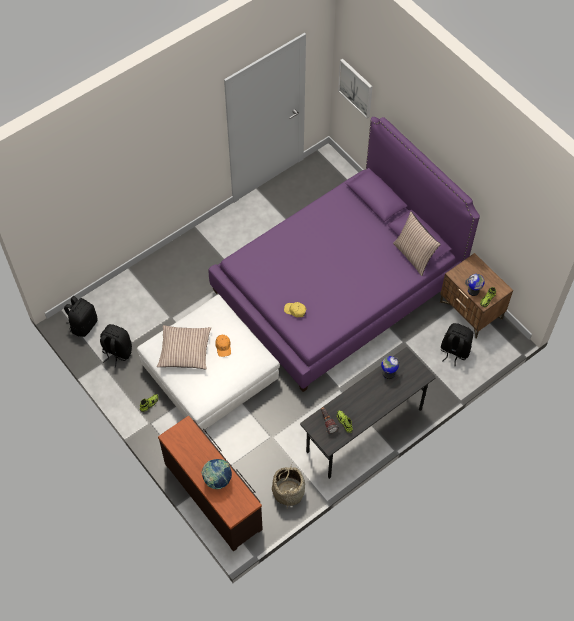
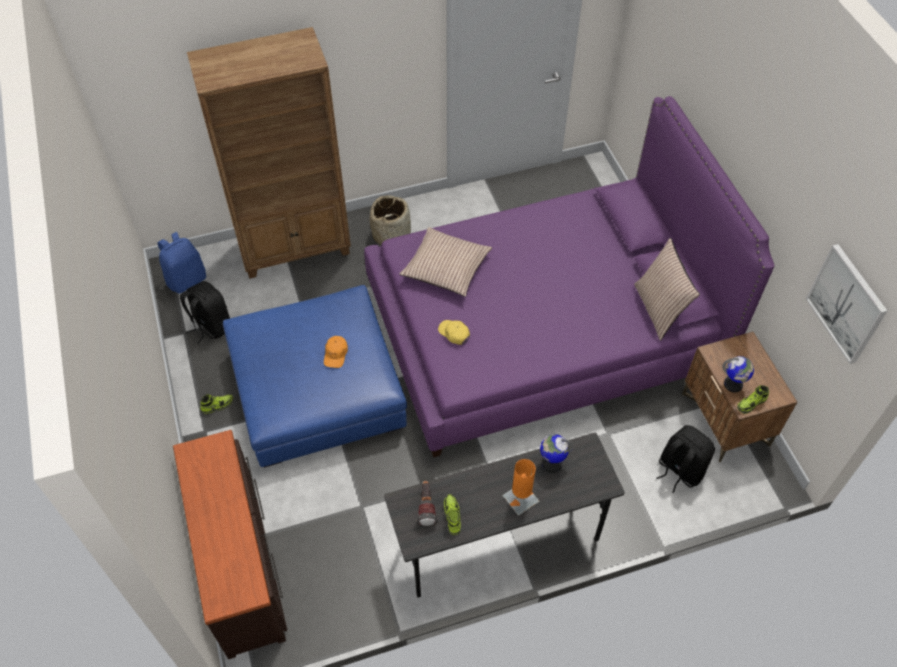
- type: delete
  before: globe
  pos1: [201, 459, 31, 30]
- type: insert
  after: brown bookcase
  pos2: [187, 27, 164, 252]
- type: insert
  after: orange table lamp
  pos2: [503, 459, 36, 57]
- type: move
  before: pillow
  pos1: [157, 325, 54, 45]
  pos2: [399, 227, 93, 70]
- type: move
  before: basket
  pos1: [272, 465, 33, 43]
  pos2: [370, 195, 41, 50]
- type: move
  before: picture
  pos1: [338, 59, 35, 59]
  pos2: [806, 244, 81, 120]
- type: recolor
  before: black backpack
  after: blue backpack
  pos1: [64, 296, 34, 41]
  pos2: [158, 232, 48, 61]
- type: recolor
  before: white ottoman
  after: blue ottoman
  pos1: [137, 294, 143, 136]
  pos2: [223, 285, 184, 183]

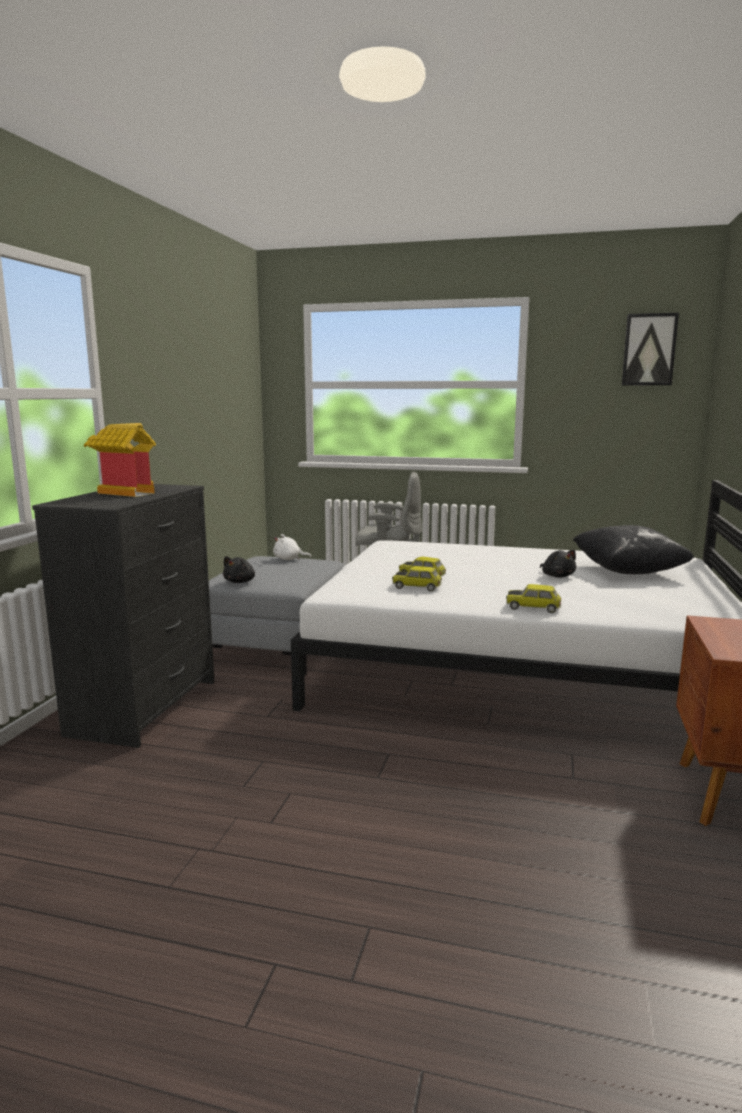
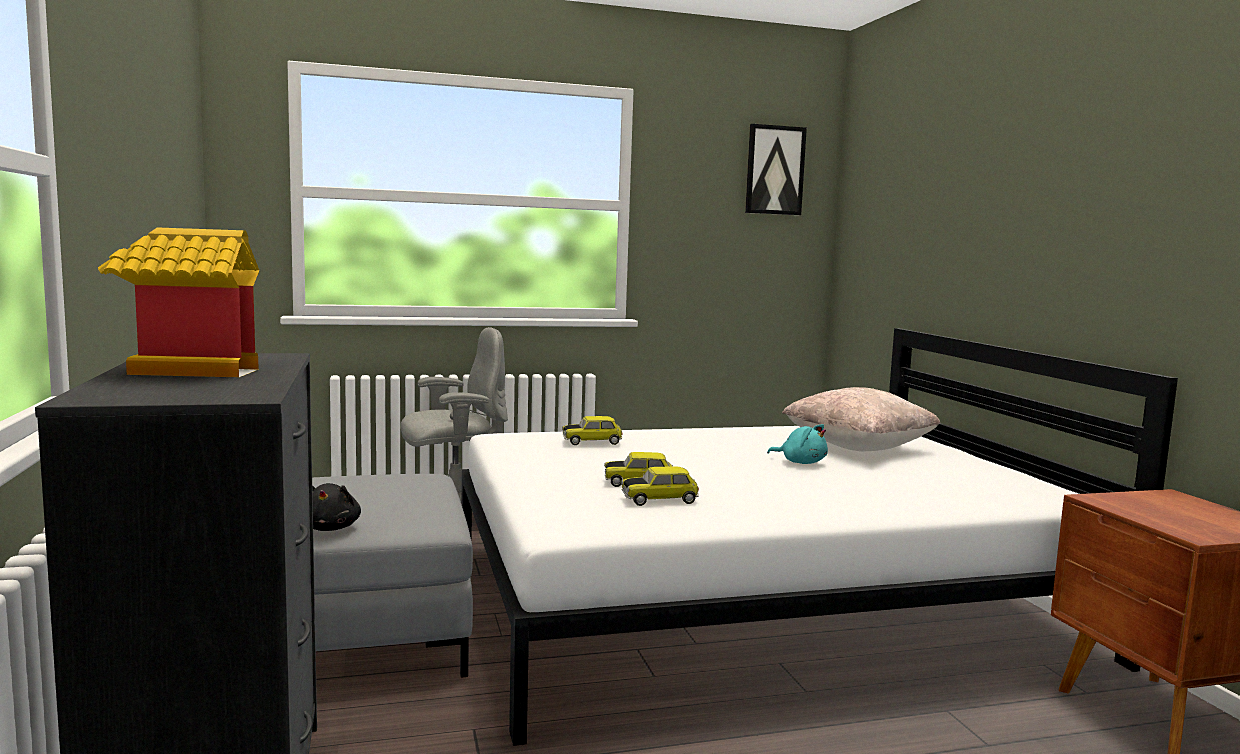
- type: delete
  before: white plush toy
  pos1: [273, 534, 39, 26]
- type: move
  before: toy car
  pos1: [506, 584, 55, 29]
  pos2: [562, 416, 61, 29]
- type: recolor
  before: black plush toy
  after: turquoise plush toy
  pos1: [540, 550, 36, 27]
  pos2: [767, 424, 61, 40]
- type: recolor
  before: black pillow
  after: beige pillow
  pos1: [573, 525, 121, 49]
  pos2: [782, 387, 159, 64]

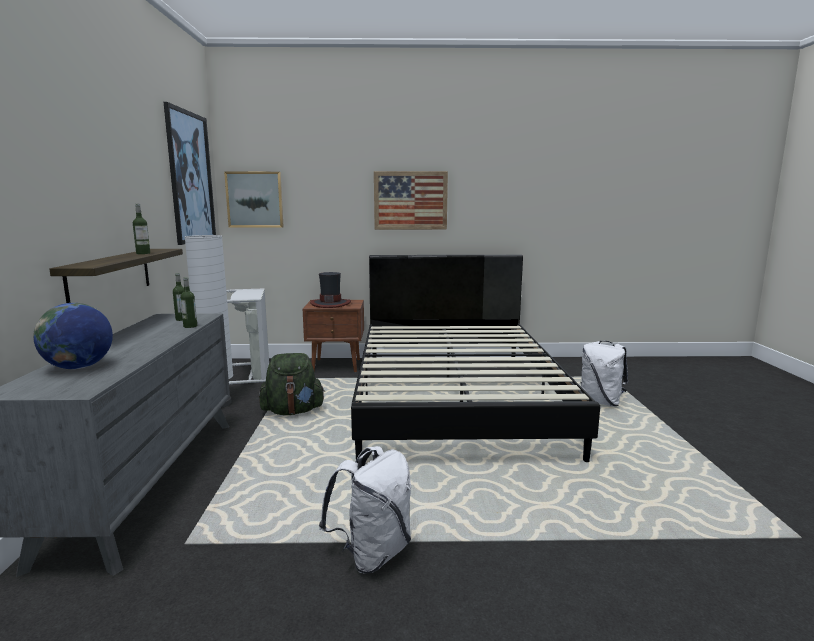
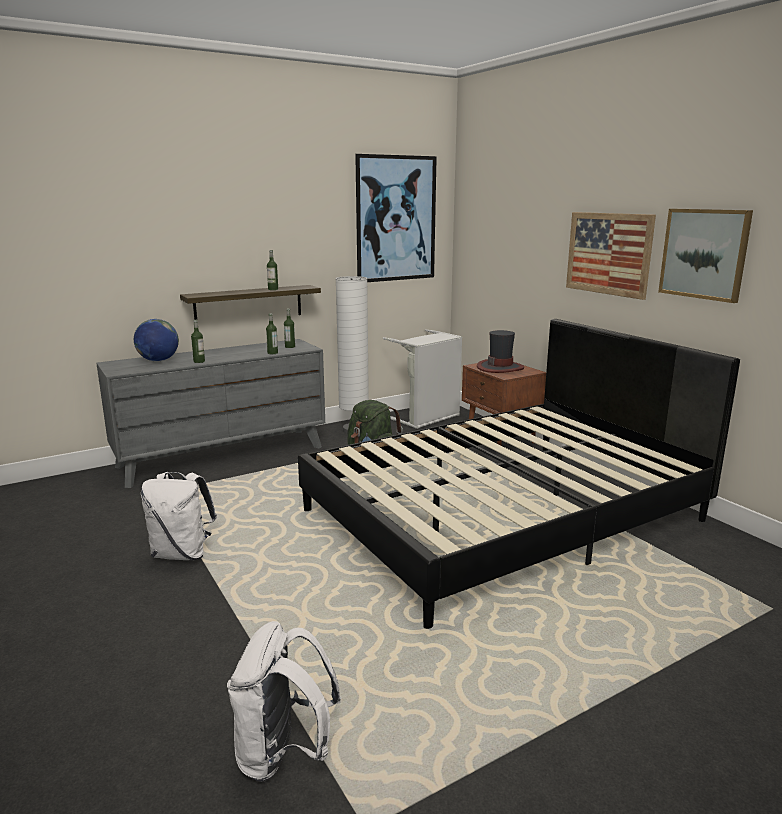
- type: insert
  after: bottle
  pos2: [191, 320, 14, 43]
- type: move
  before: picture
  pos1: [224, 172, 60, 56]
  pos2: [658, 209, 95, 94]
- type: move
  before: white backpack
  pos1: [580, 340, 48, 66]
  pos2: [227, 621, 114, 161]

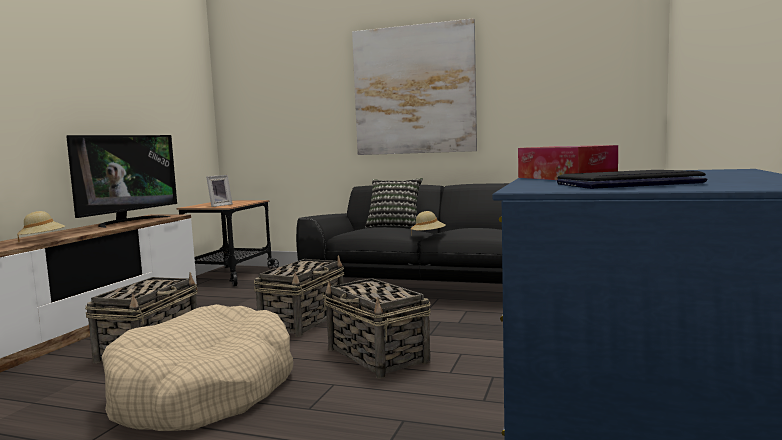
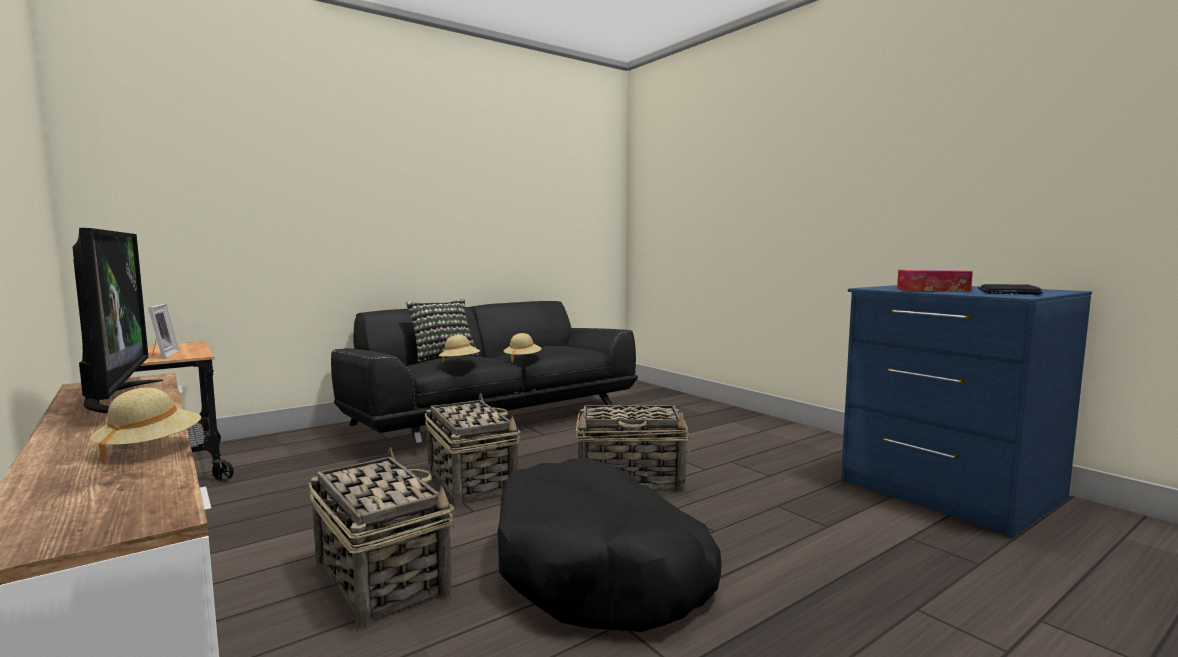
- type: delete
  before: picture
  pos1: [352, 18, 125, 137]
- type: insert
  after: beige hat
  pos2: [439, 335, 41, 27]
- type: recolor
  before: beige dog bed
  after: black dog bed
  pos1: [102, 304, 191, 127]
  pos2: [497, 458, 225, 174]

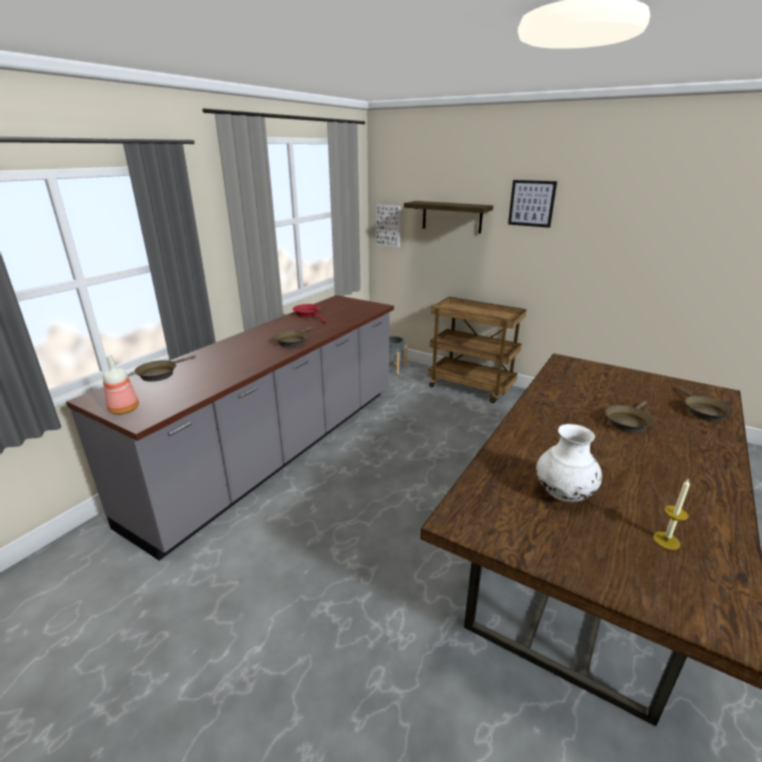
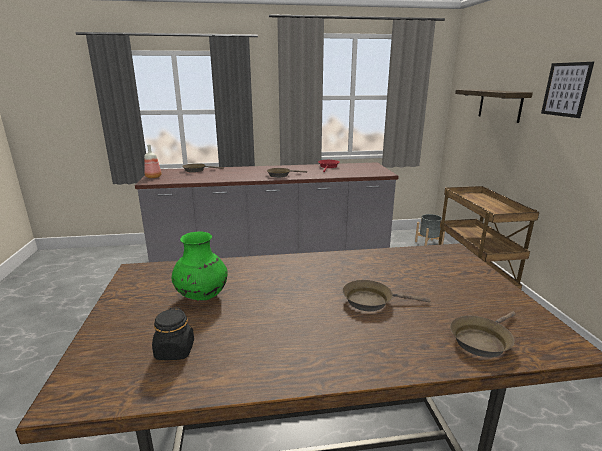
- type: delete
  before: picture
  pos1: [376, 205, 25, 43]
- type: replace
  before: candle
  after: black jar
  pos1: [653, 478, 37, 72]
  pos2: [152, 308, 42, 52]
- type: recolor
  before: white vase
  after: green vase
  pos1: [536, 424, 66, 78]
  pos2: [171, 232, 56, 69]

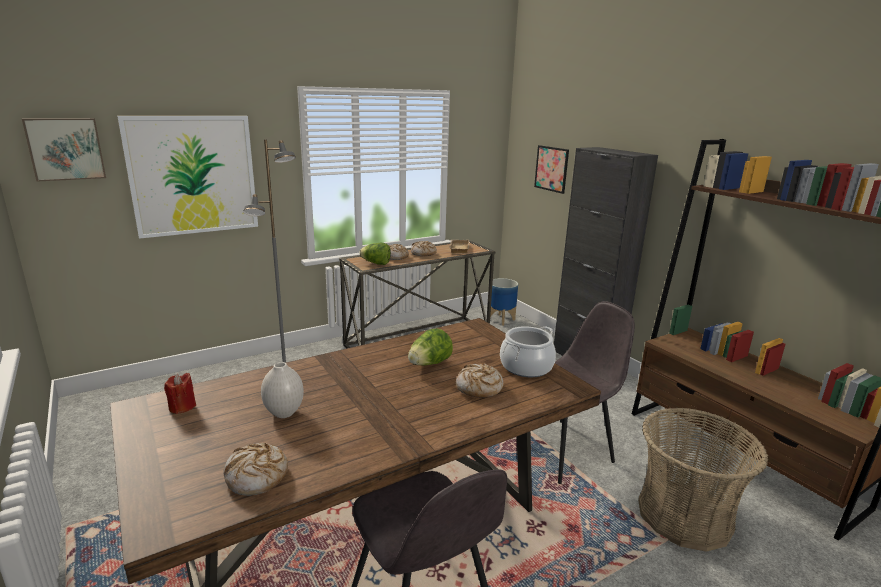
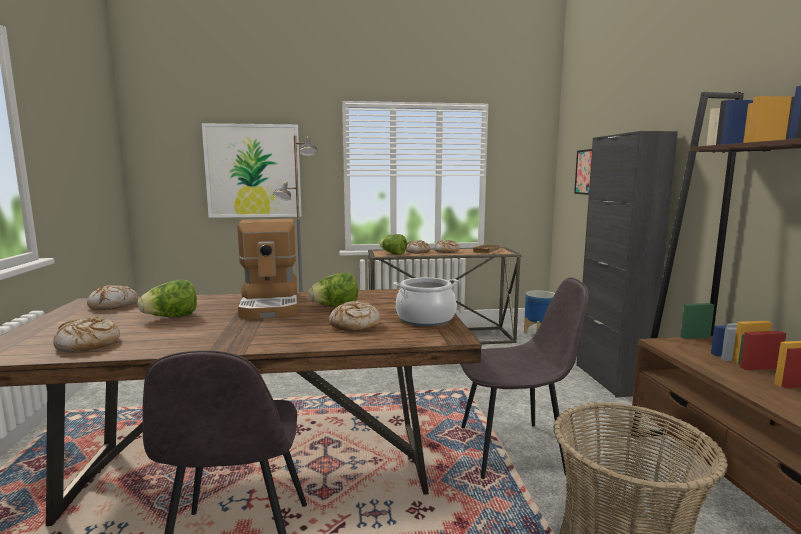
- type: delete
  before: picture
  pos1: [22, 118, 84, 64]
- type: insert
  after: coffee machine
  pos2: [237, 219, 61, 100]
- type: replace
  before: red candle
  after: bread
  pos1: [164, 373, 32, 41]
  pos2: [87, 285, 51, 25]
- type: replace
  before: white vase
  after: lettuce
  pos1: [261, 362, 43, 56]
  pos2: [138, 280, 59, 37]

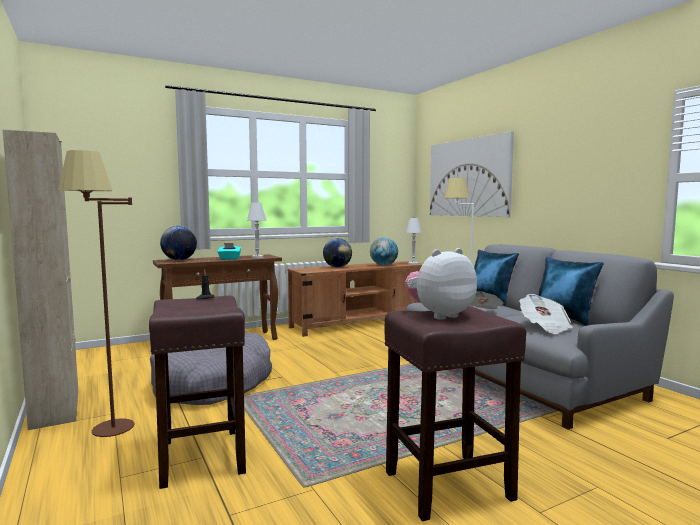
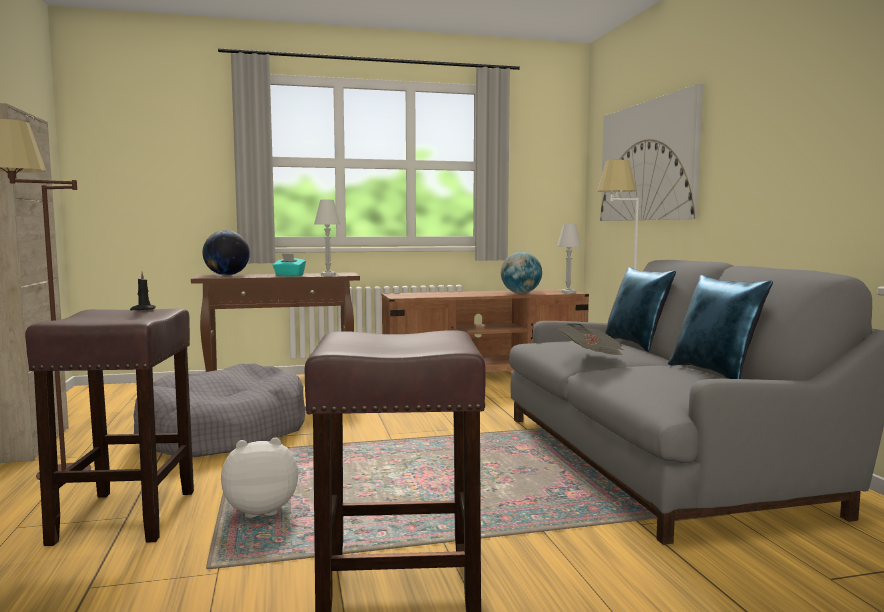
- type: delete
  before: globe
  pos1: [323, 238, 29, 29]
- type: delete
  before: newspaper
  pos1: [519, 294, 54, 40]
- type: move
  before: plush toy
  pos1: [405, 248, 72, 72]
  pos2: [221, 437, 77, 81]

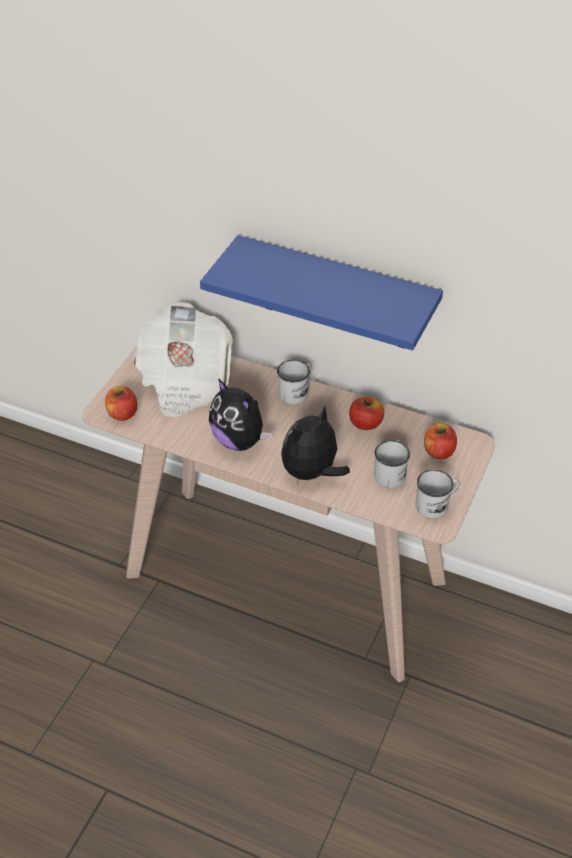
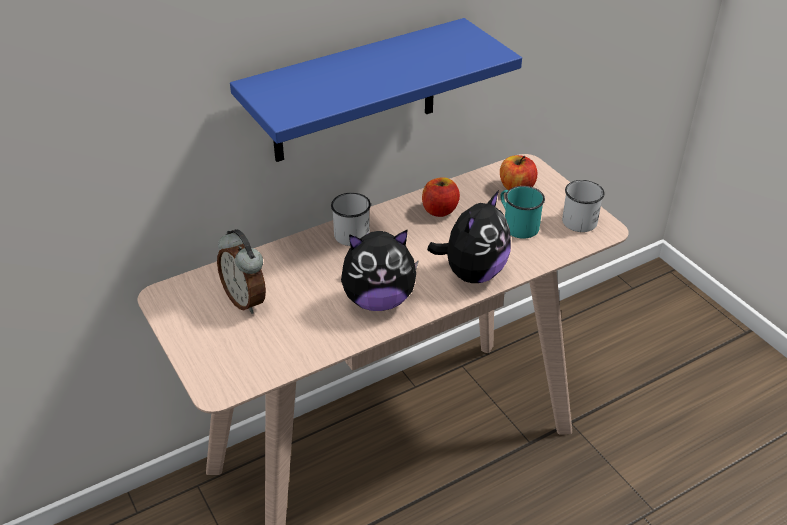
- type: delete
  before: apple
  pos1: [105, 386, 32, 35]
- type: replace
  before: newspaper
  after: alarm clock
  pos1: [133, 302, 100, 116]
  pos2: [217, 229, 49, 85]
- type: recolor
  before: white mug
  after: turquoise mug
  pos1: [374, 440, 36, 48]
  pos2: [500, 186, 45, 53]
- type: rotate
  before: plush toy
  pos1: [281, 405, 69, 77]
  pos2: [427, 190, 84, 93]
  turn: -135

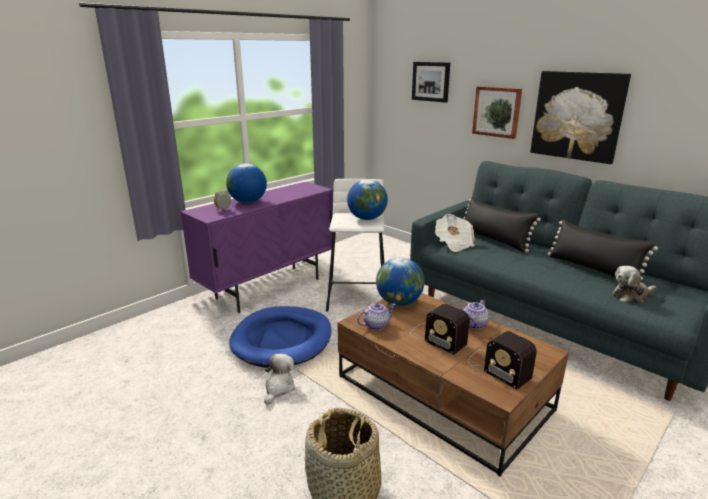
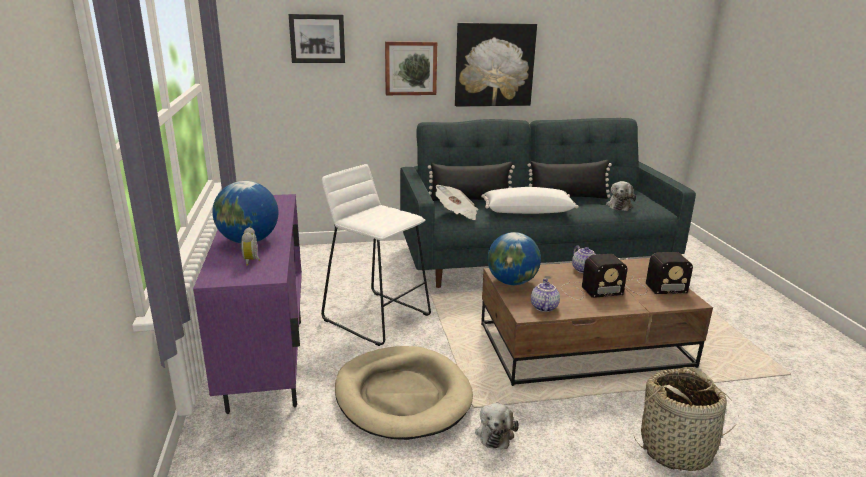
- type: delete
  before: globe
  pos1: [347, 179, 41, 41]
- type: insert
  after: white pillow
  pos2: [481, 187, 98, 27]
- type: recolor
  before: blue dog bed
  after: beige dog bed
  pos1: [229, 306, 102, 62]
  pos2: [335, 346, 138, 94]
- type: rotate
  before: plush toy
  pos1: [264, 353, 31, 52]
  pos2: [475, 402, 44, 47]
  turn: -135

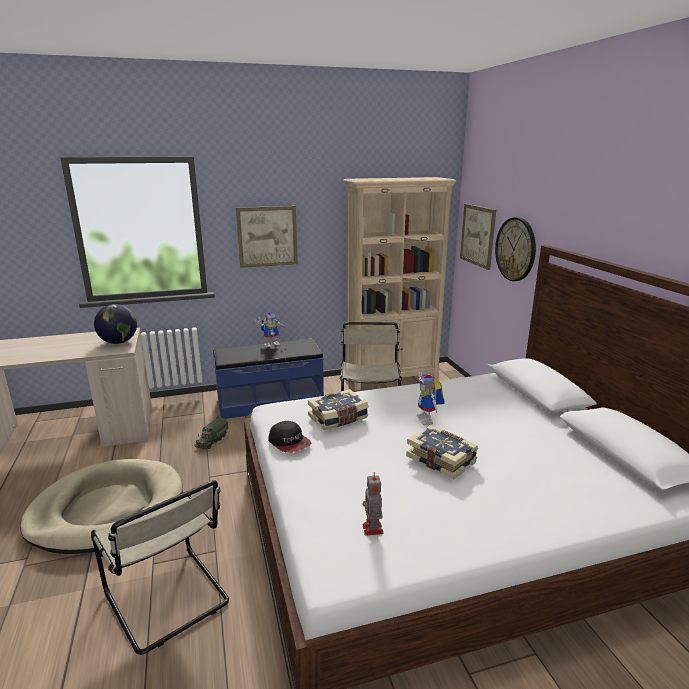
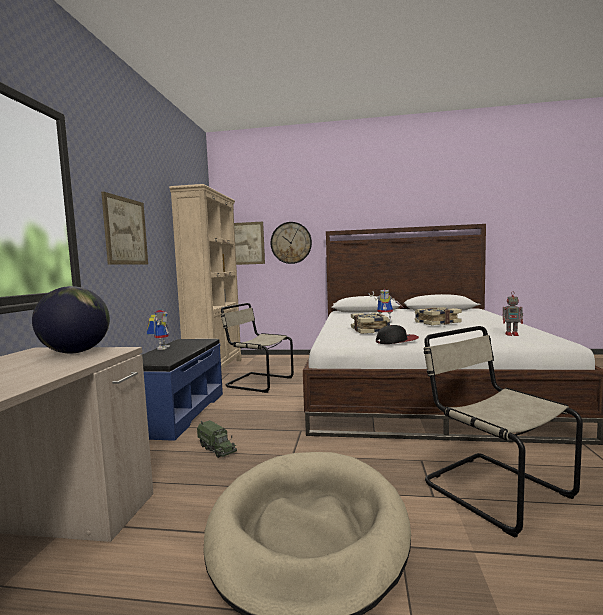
- type: rotate
  before: beige chair
  pos1: [91, 480, 138, 175]
  pos2: [424, 326, 159, 211]
  turn: -105

